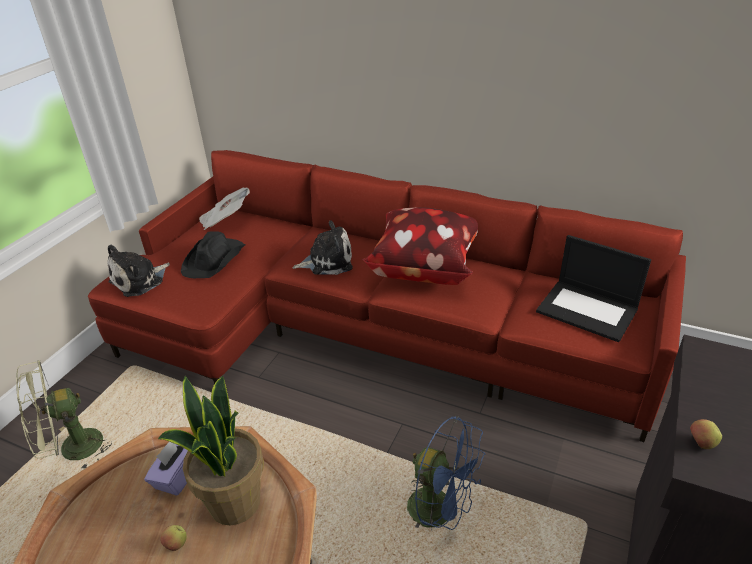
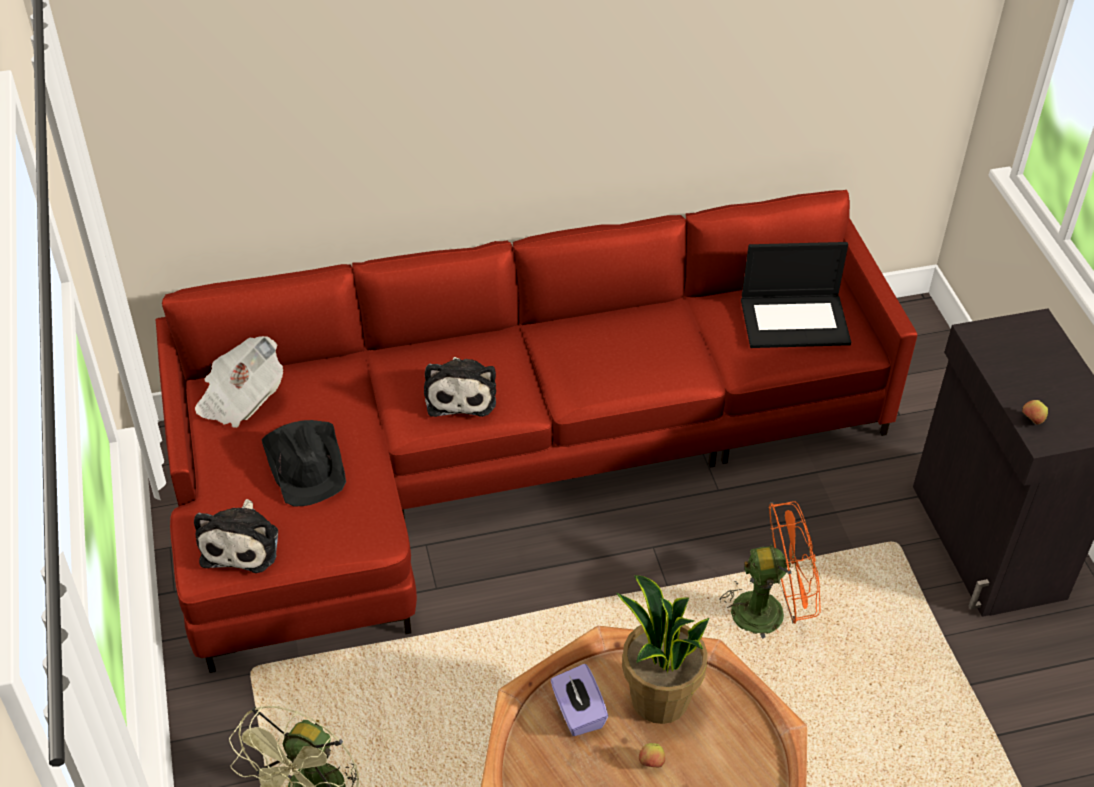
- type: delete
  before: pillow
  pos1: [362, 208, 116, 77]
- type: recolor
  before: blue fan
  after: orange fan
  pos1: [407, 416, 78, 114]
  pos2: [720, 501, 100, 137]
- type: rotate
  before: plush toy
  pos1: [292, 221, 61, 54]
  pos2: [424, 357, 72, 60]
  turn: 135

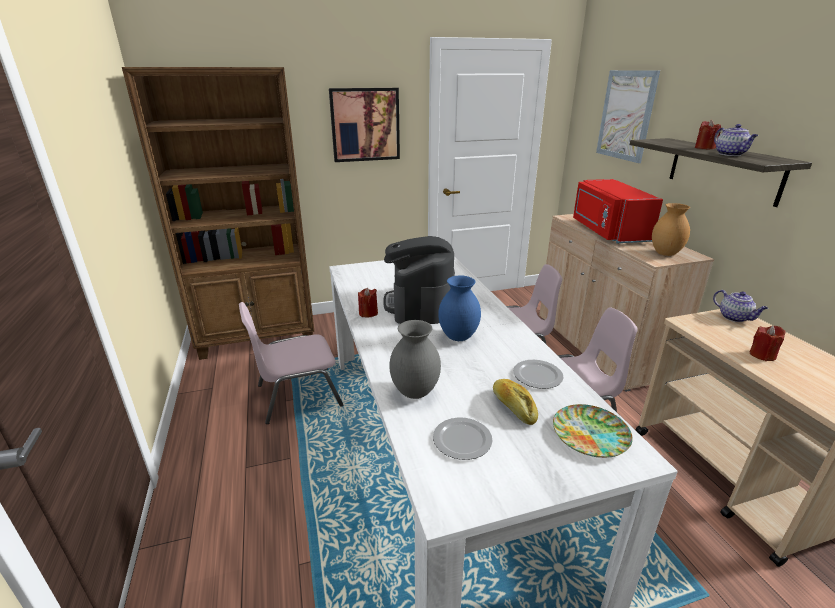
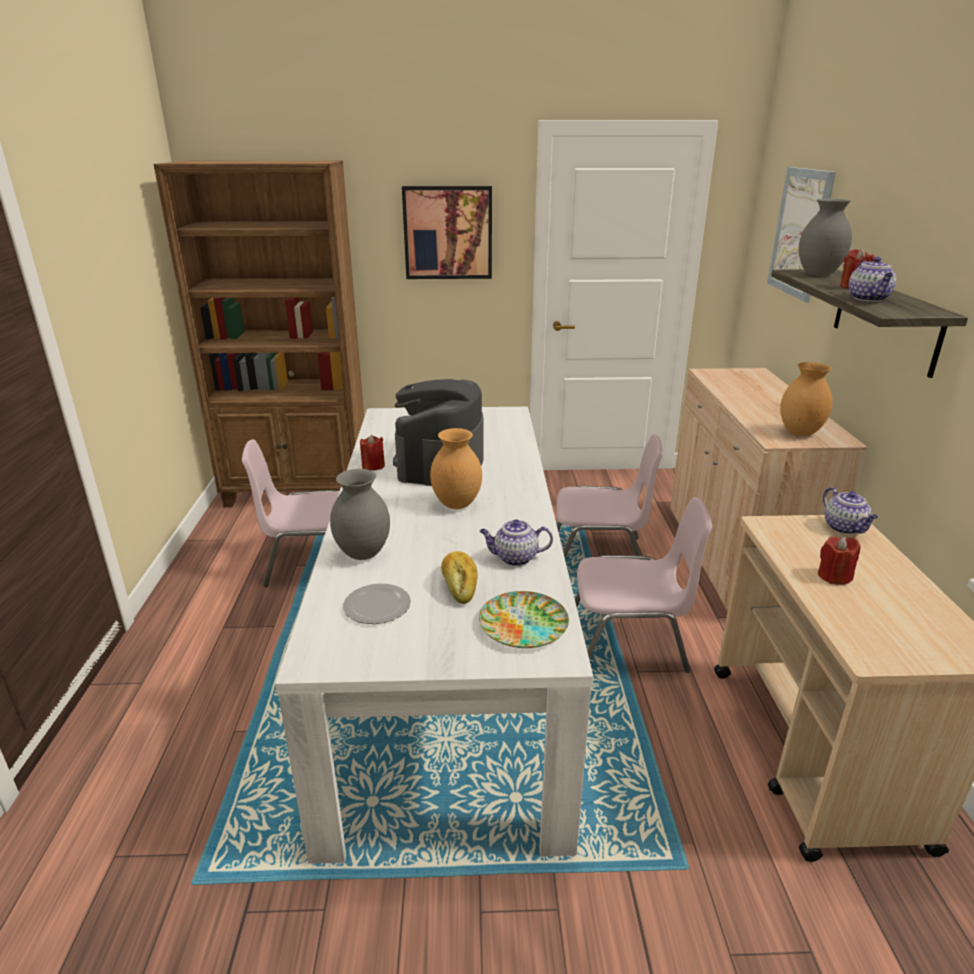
- type: delete
  before: red microwave
  pos1: [573, 179, 90, 65]
- type: insert
  after: grey vase
  pos2: [799, 199, 53, 77]
- type: replace
  before: plate
  after: teapot
  pos1: [513, 360, 51, 29]
  pos2: [480, 519, 73, 47]
- type: recolor
  before: blue vase
  after: brown vase
  pos1: [438, 275, 43, 66]
  pos2: [430, 428, 52, 81]

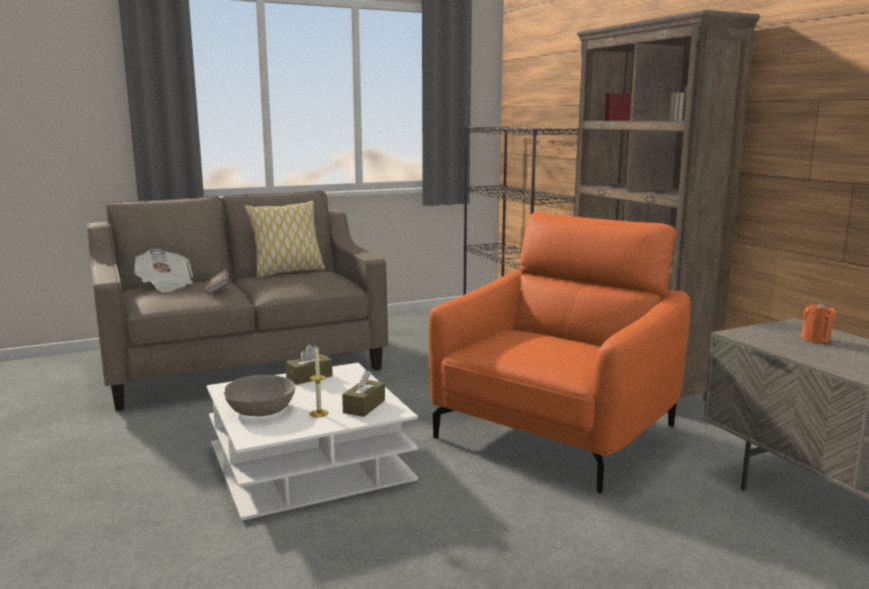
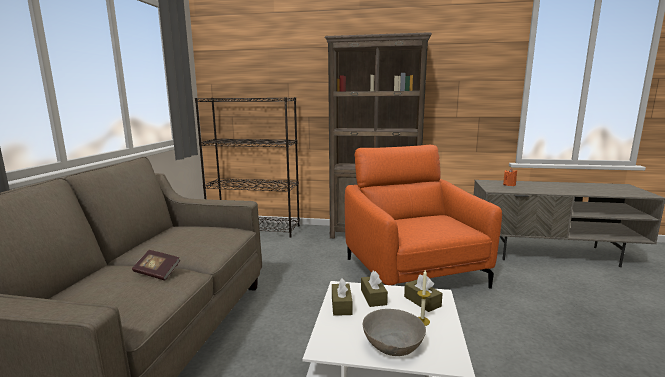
- type: delete
  before: newspaper
  pos1: [134, 249, 59, 43]
- type: delete
  before: pillow
  pos1: [244, 201, 81, 77]
- type: insert
  after: brown tissue box
  pos2: [361, 271, 27, 36]

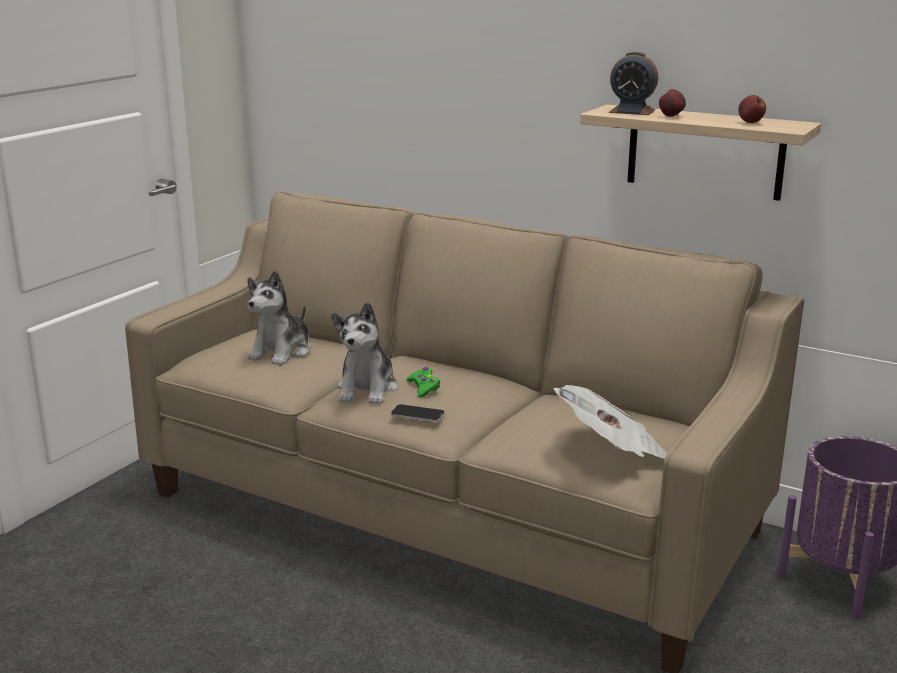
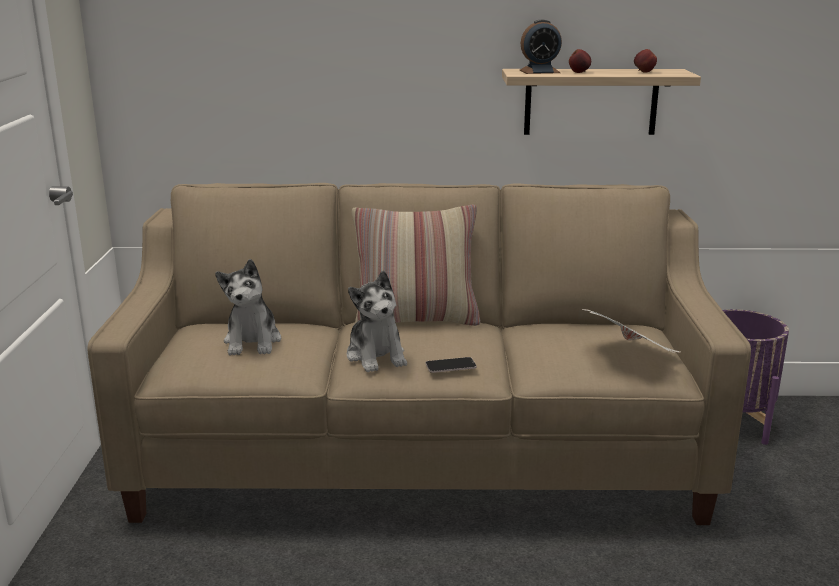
- type: delete
  before: green game controller
  pos1: [406, 367, 34, 30]
- type: insert
  after: pillow
  pos2: [352, 205, 129, 121]

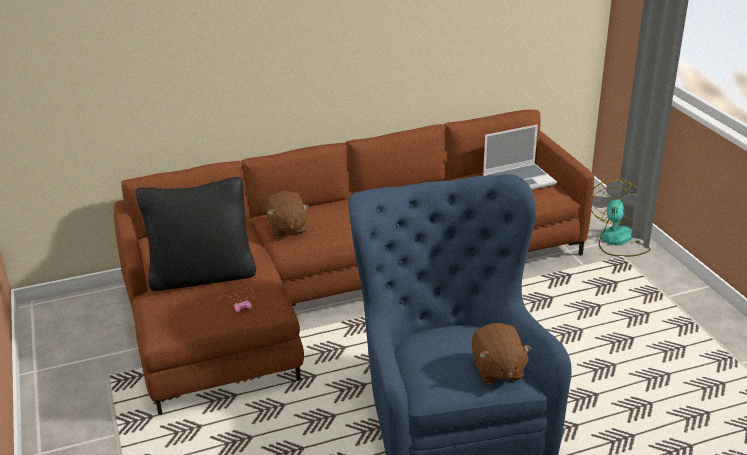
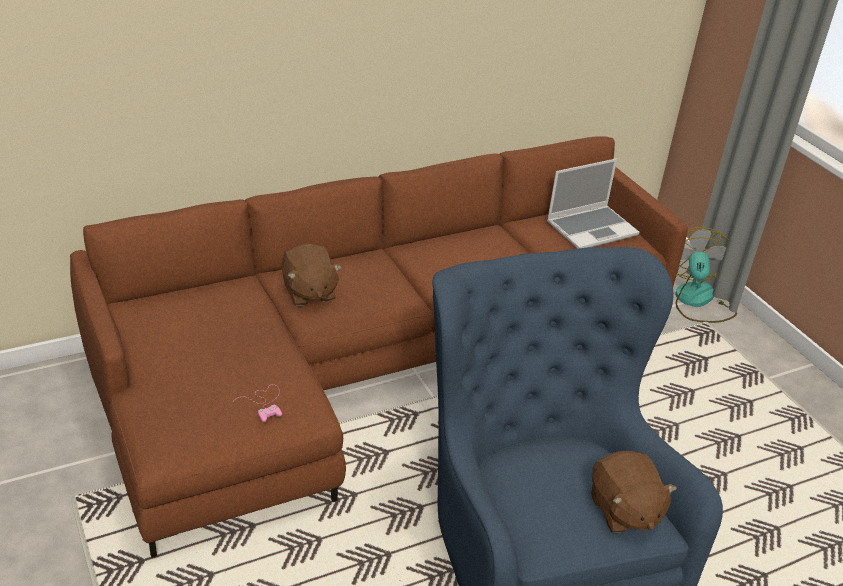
- type: delete
  before: black pillow
  pos1: [136, 177, 120, 114]

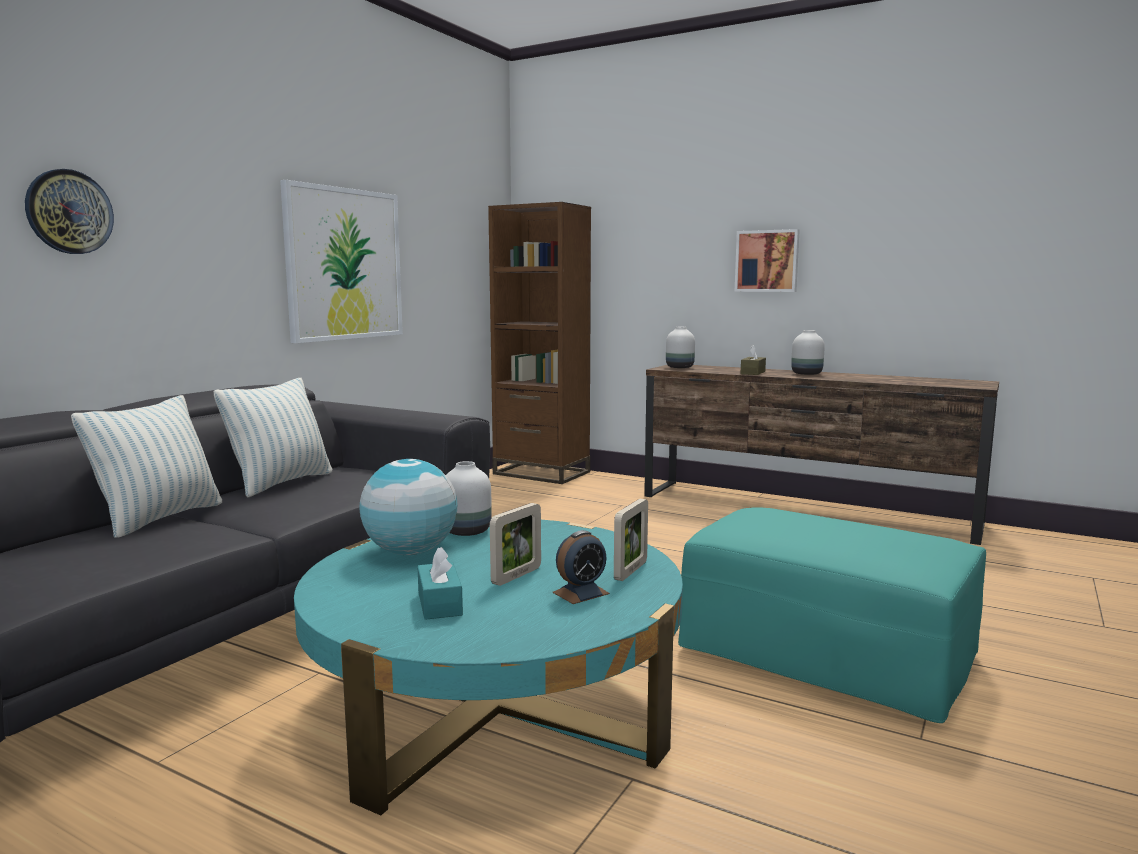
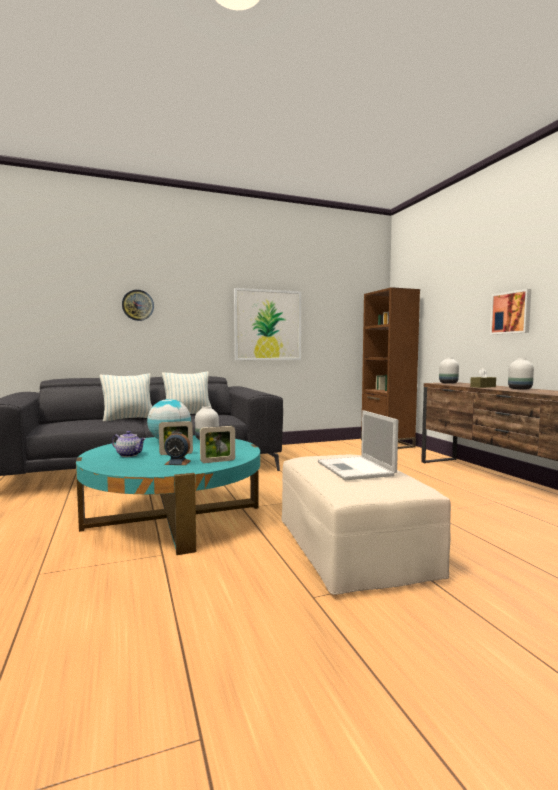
- type: insert
  after: laptop
  pos2: [318, 410, 80, 70]
- type: replace
  before: turquoise tissue box
  after: teapot
  pos1: [417, 547, 46, 73]
  pos2: [112, 431, 34, 26]
- type: recolor
  before: turquoise ottoman
  after: beige ottoman
  pos1: [678, 507, 308, 216]
  pos2: [282, 455, 169, 140]

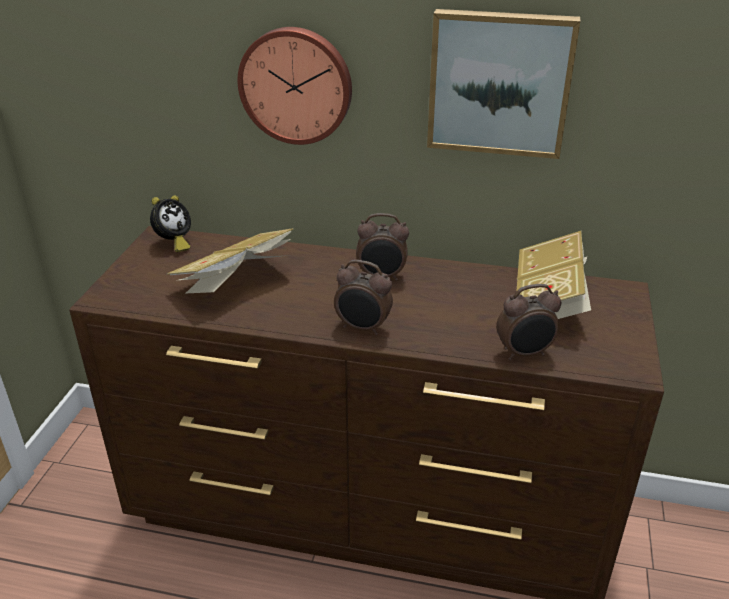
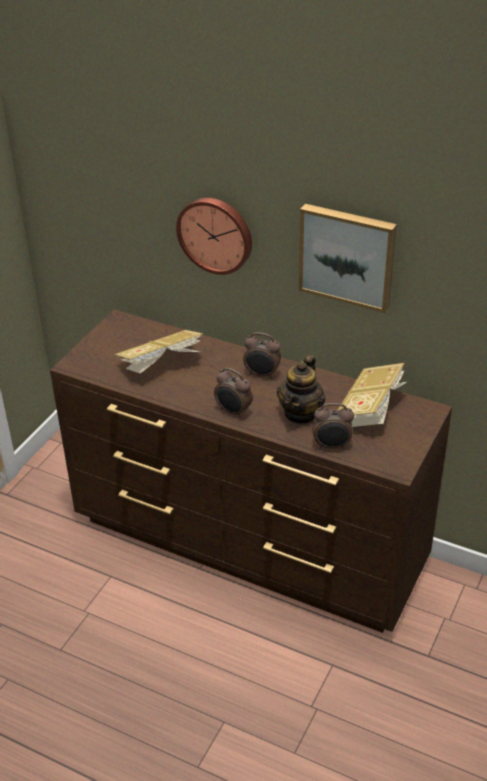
- type: delete
  before: alarm clock
  pos1: [150, 195, 41, 57]
- type: insert
  after: teapot
  pos2: [277, 355, 48, 70]

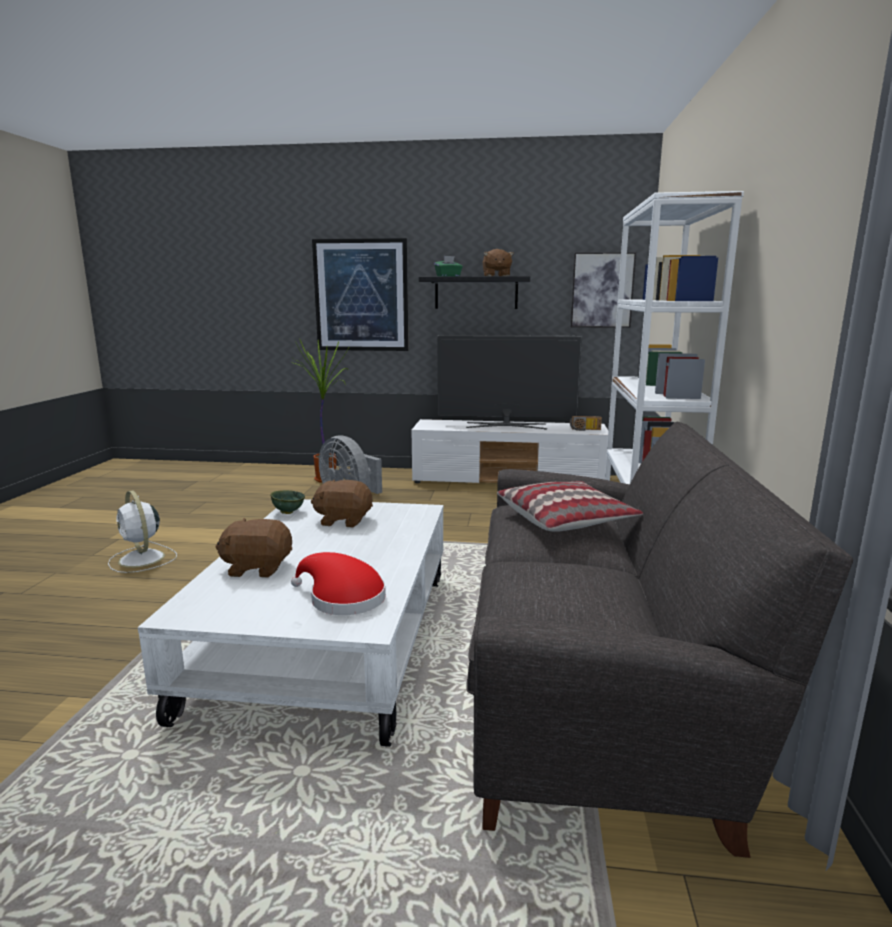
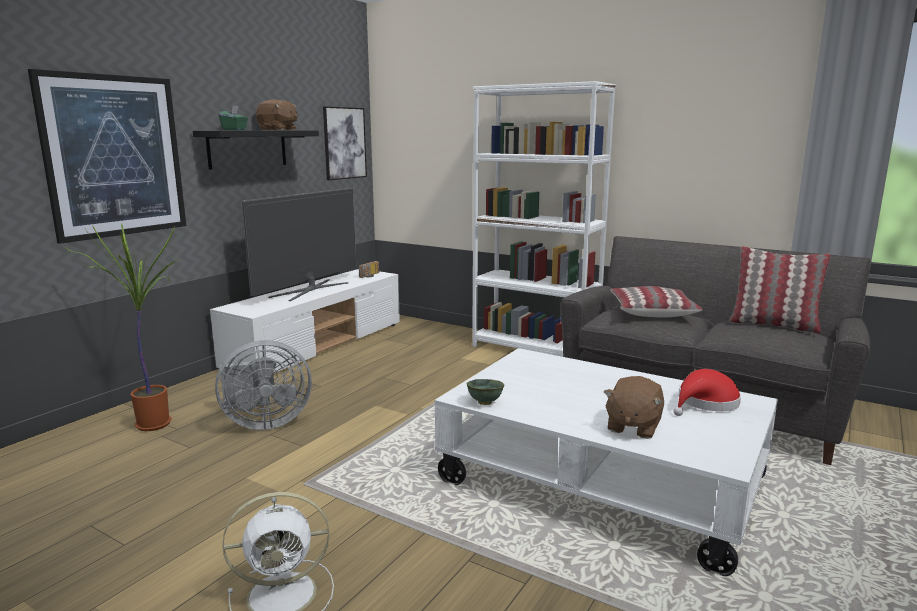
- type: delete
  before: brown plush toy
  pos1: [311, 480, 62, 48]
- type: insert
  after: pillow
  pos2: [729, 246, 102, 88]

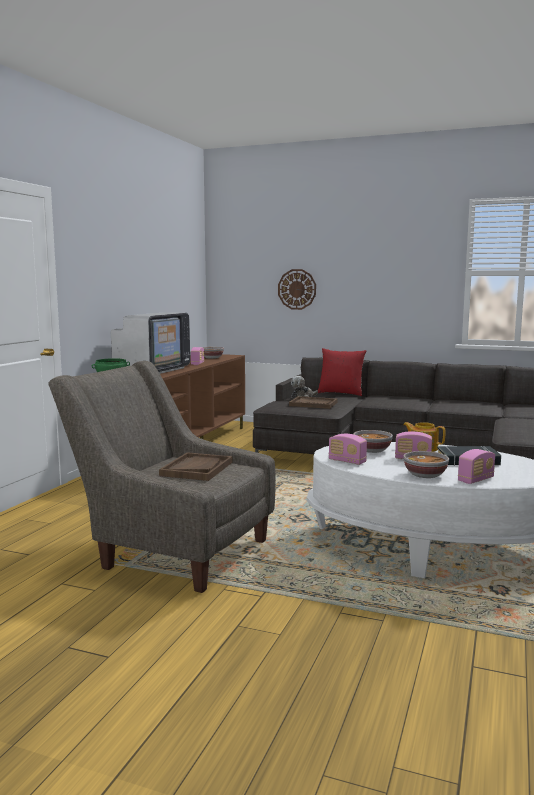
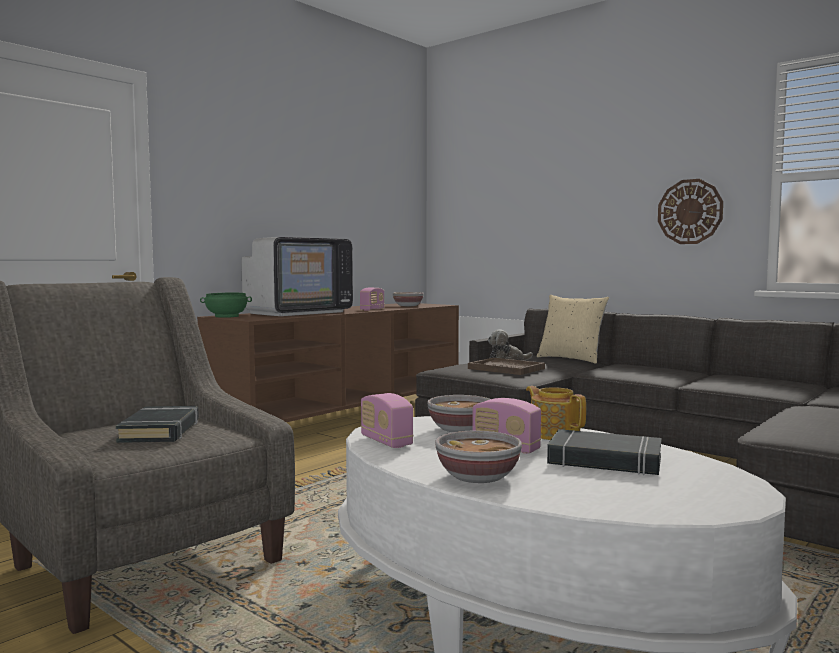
- type: delete
  before: radio
  pos1: [458, 449, 37, 35]
- type: move
  before: wall clock
  pos1: [278, 269, 38, 41]
  pos2: [658, 179, 65, 65]
- type: replace
  before: brown tray
  after: black book
  pos1: [159, 452, 74, 29]
  pos2: [116, 406, 83, 37]
- type: recolor
  before: red pillow
  after: beige pillow
  pos1: [317, 348, 50, 48]
  pos2: [537, 295, 72, 69]

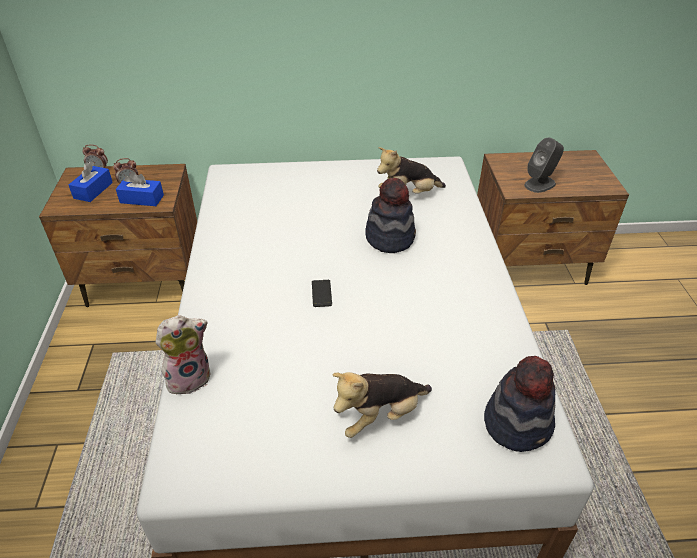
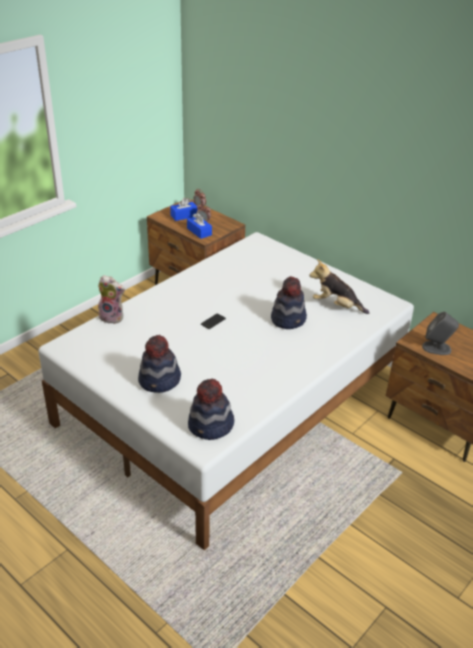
- type: replace
  before: plush toy
  after: hat
  pos1: [332, 372, 100, 66]
  pos2: [138, 335, 43, 58]

